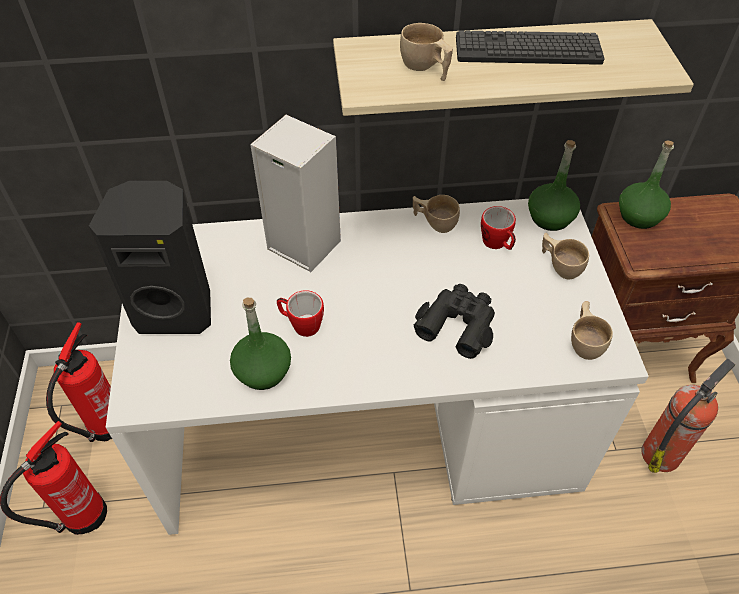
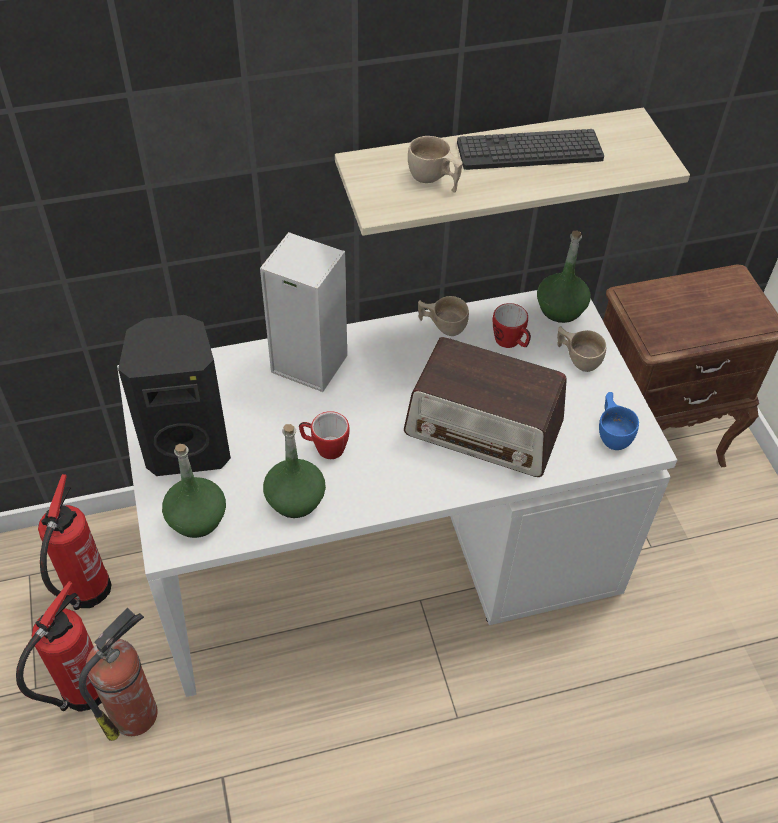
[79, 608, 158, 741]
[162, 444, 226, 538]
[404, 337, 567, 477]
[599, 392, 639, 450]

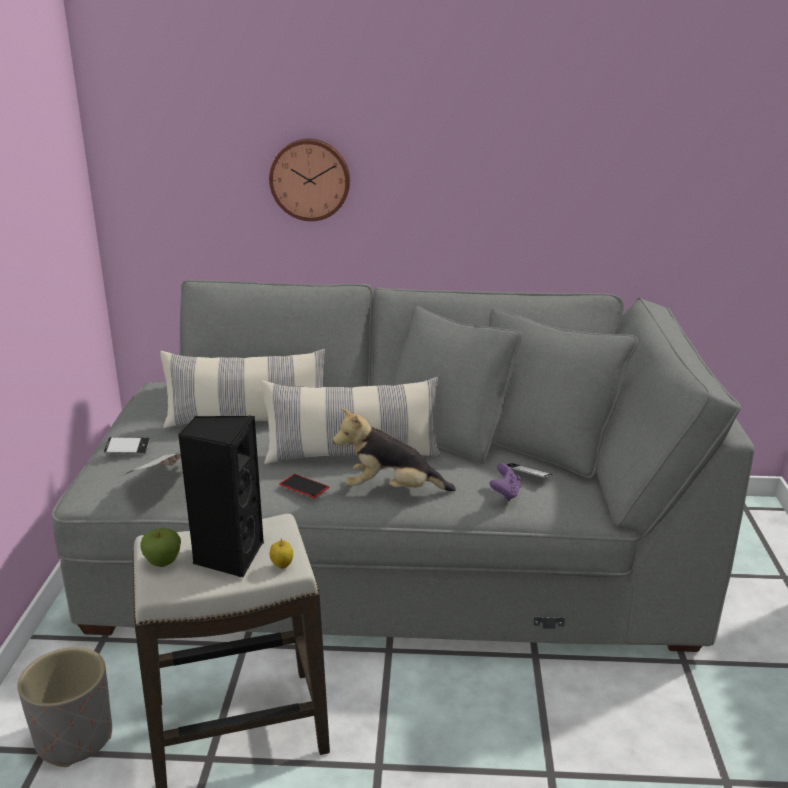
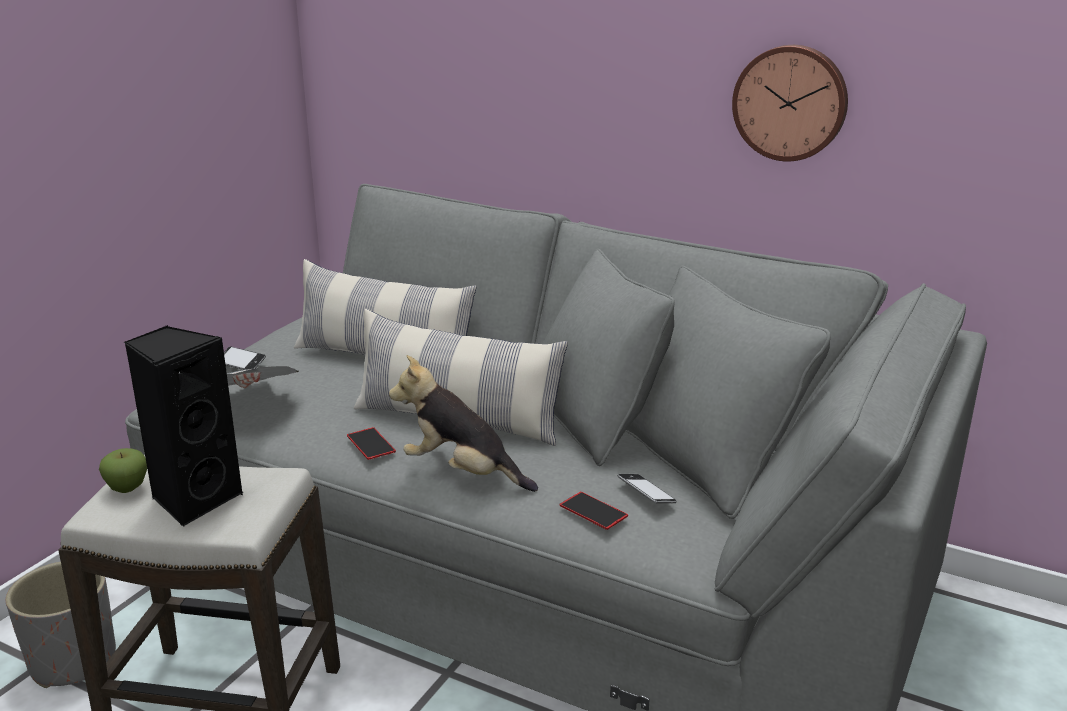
[560, 492, 628, 530]
[732, 45, 848, 162]
[270, 538, 293, 569] (first image)

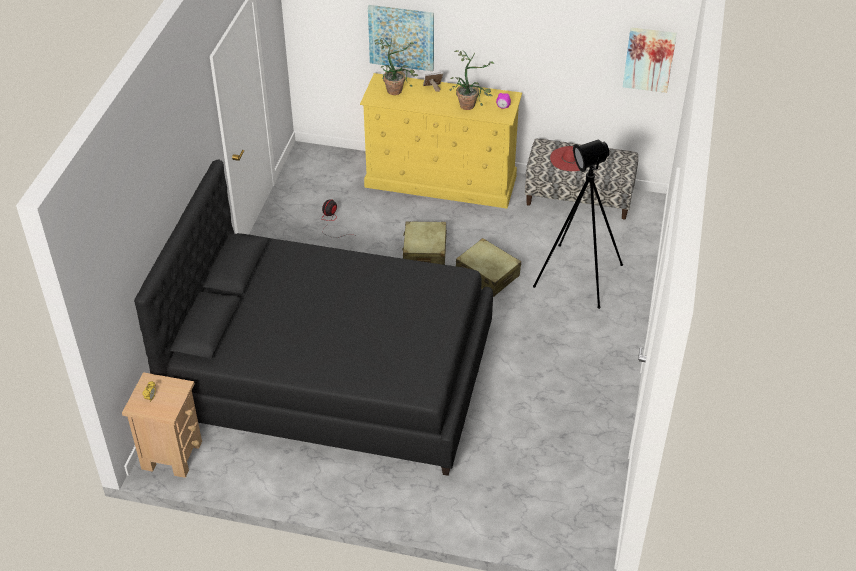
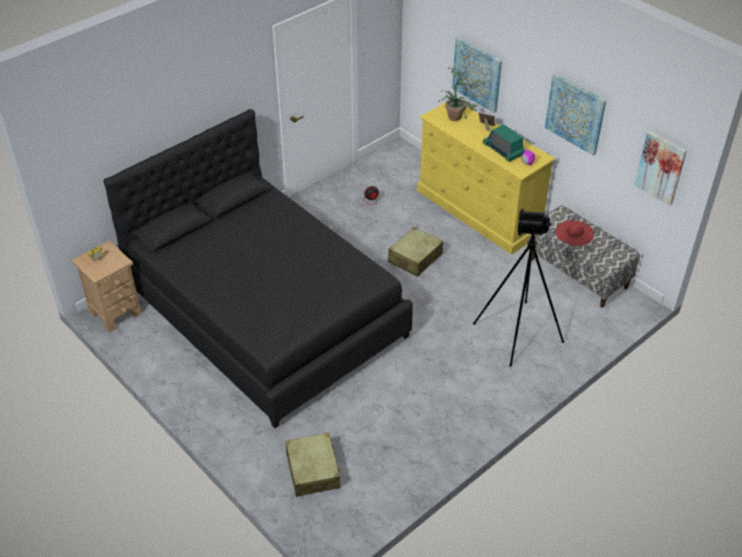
[285, 433, 340, 497]
[483, 124, 525, 162]
[545, 74, 606, 156]

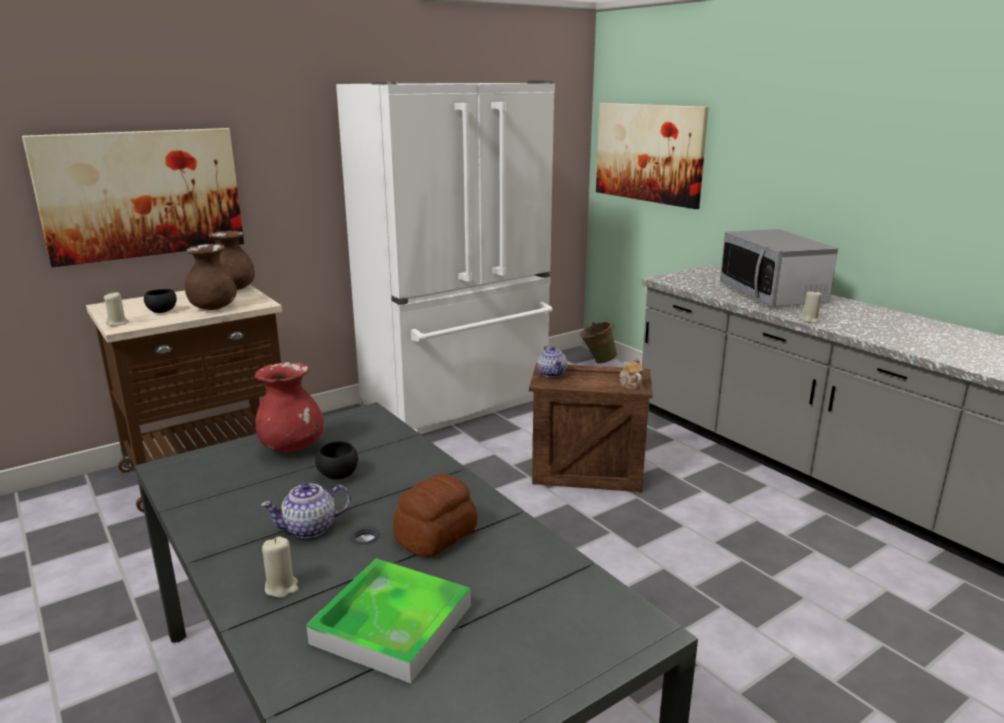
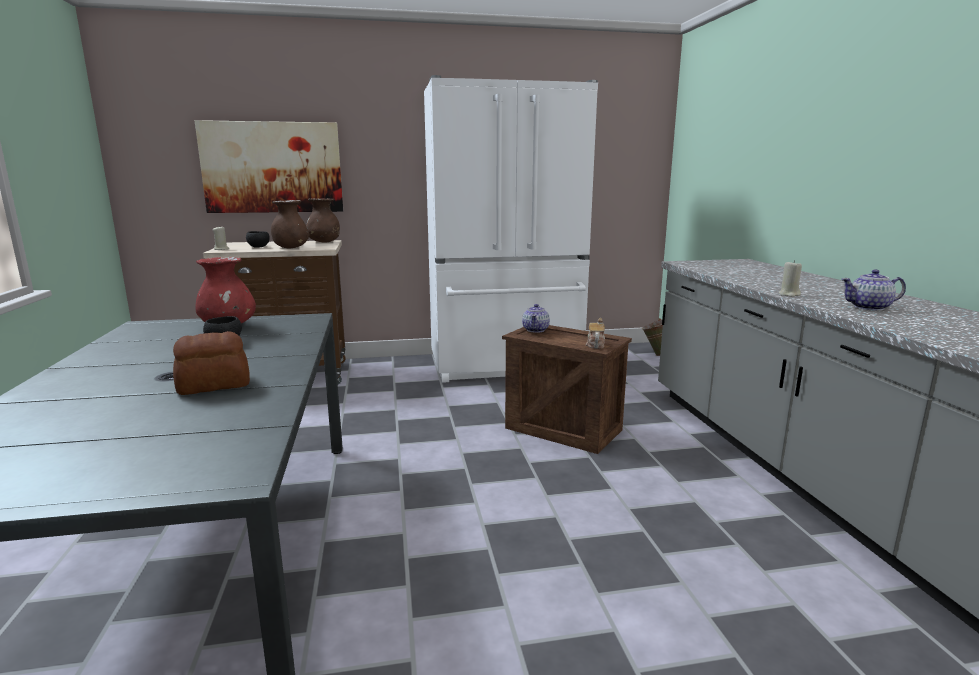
[841, 269, 906, 311]
[262, 536, 299, 598] (first image)
[306, 558, 471, 683] (first image)
[596, 103, 709, 209] (first image)
[720, 229, 838, 307] (first image)

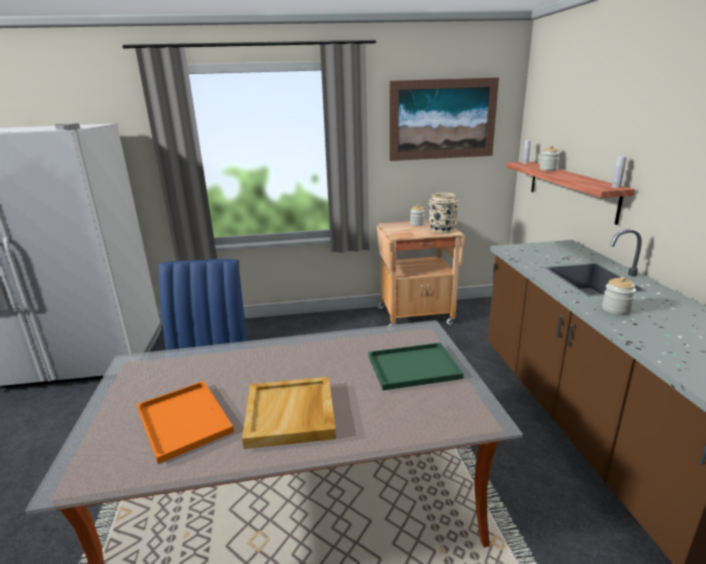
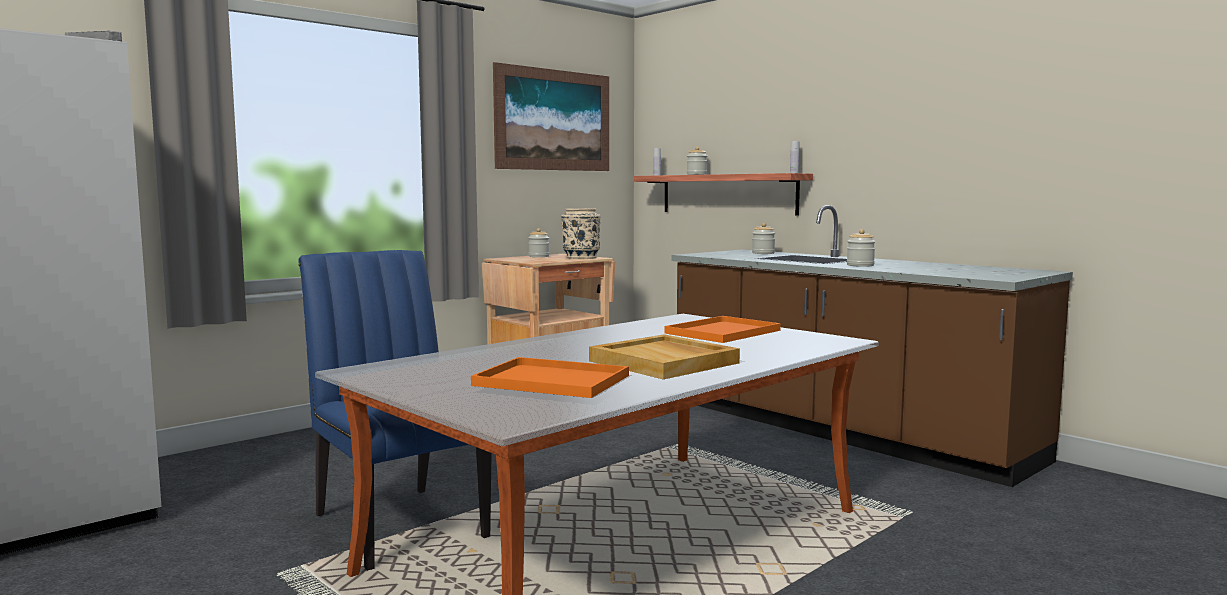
[664, 316, 781, 343]
[752, 223, 775, 254]

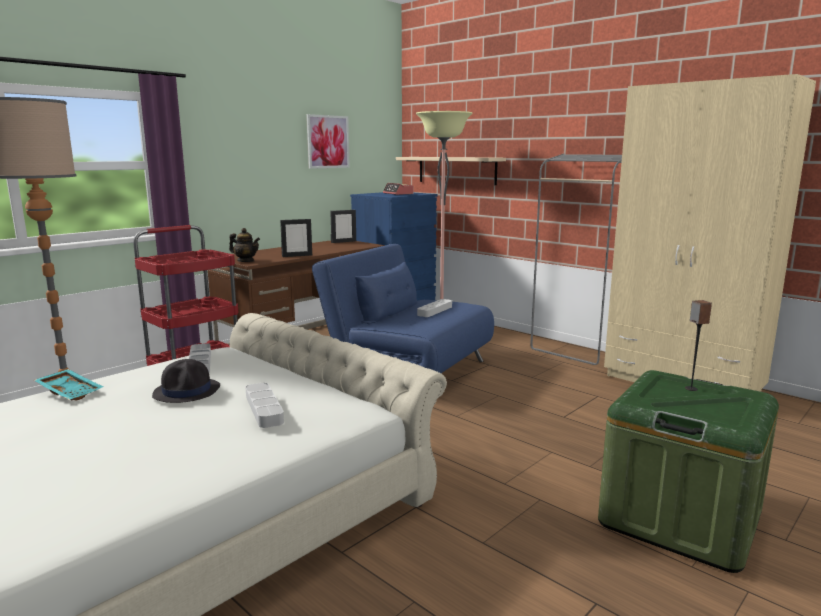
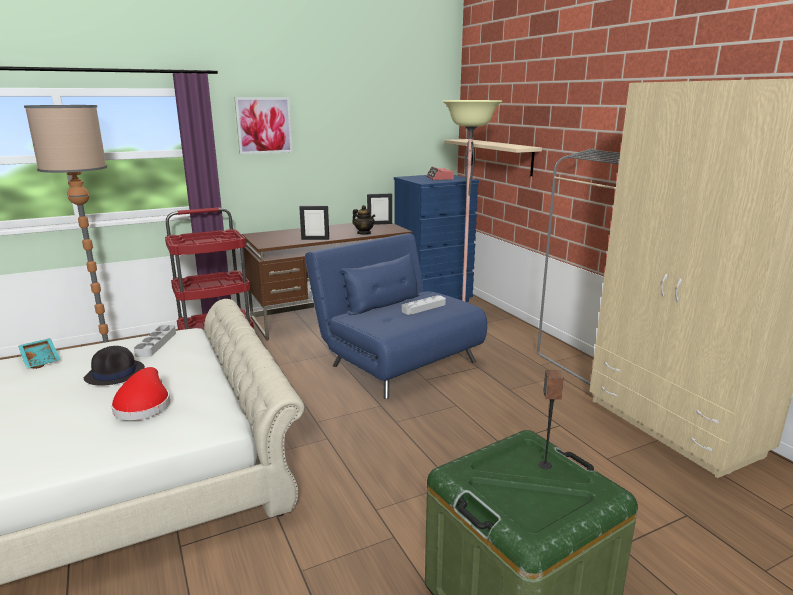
[111, 367, 170, 420]
[234, 97, 293, 154]
[352, 205, 375, 235]

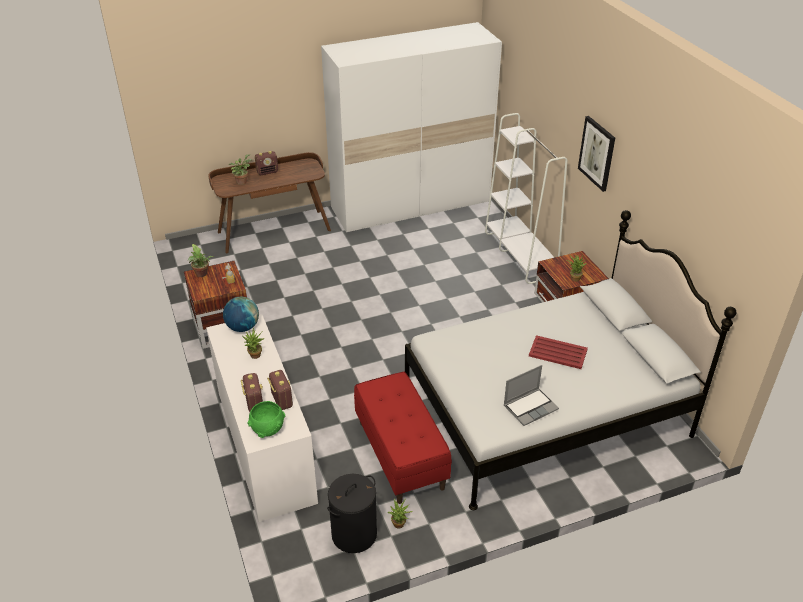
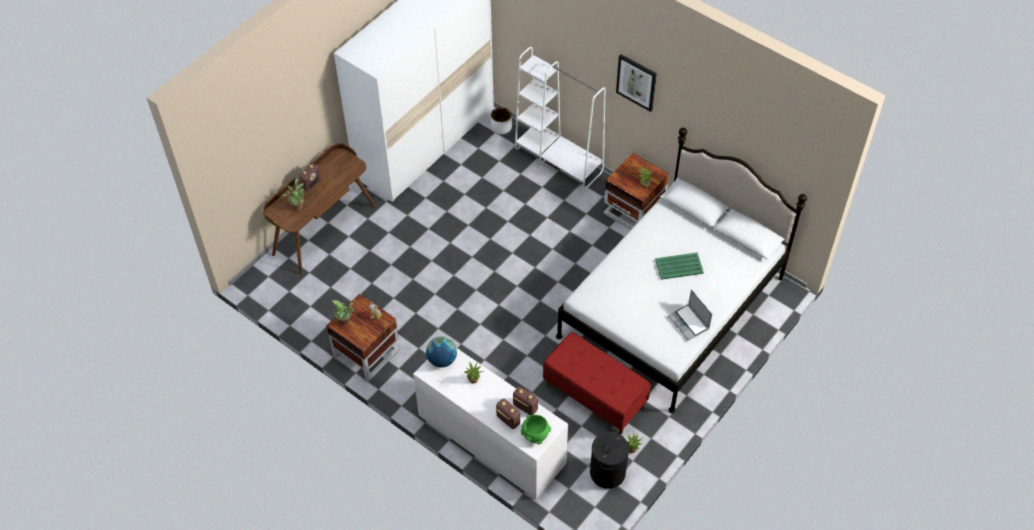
[491, 107, 512, 134]
[655, 252, 704, 280]
[668, 290, 712, 341]

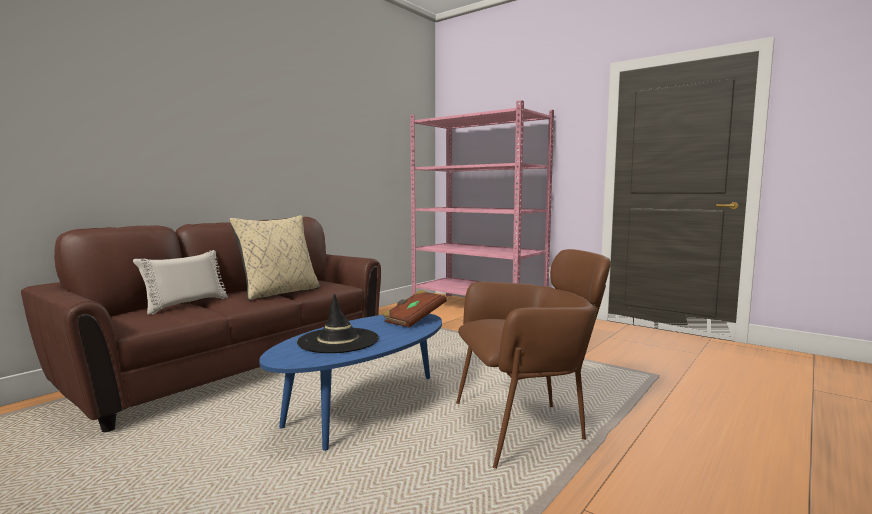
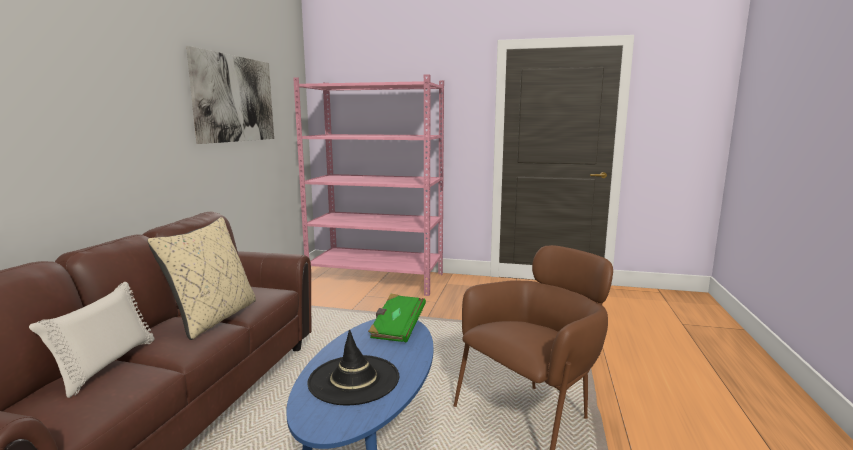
[186, 46, 274, 144]
[368, 294, 426, 343]

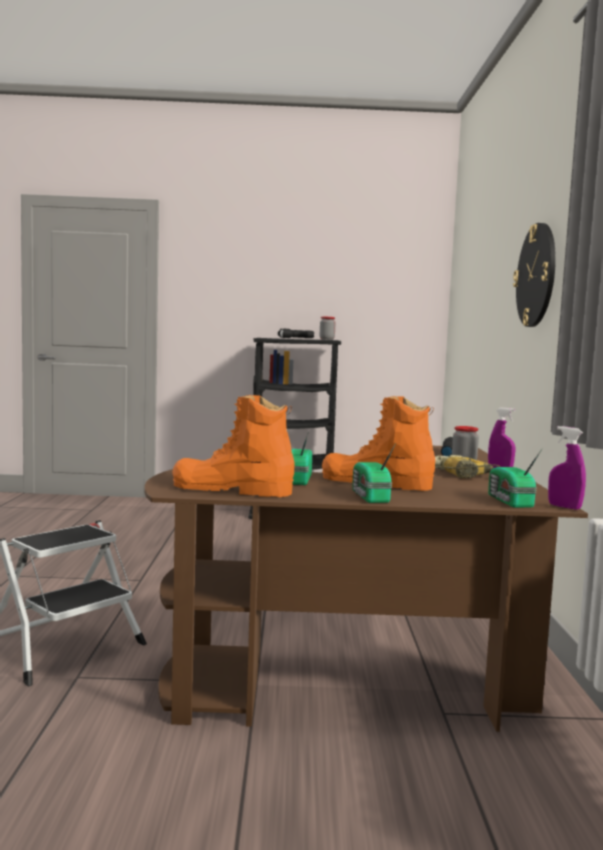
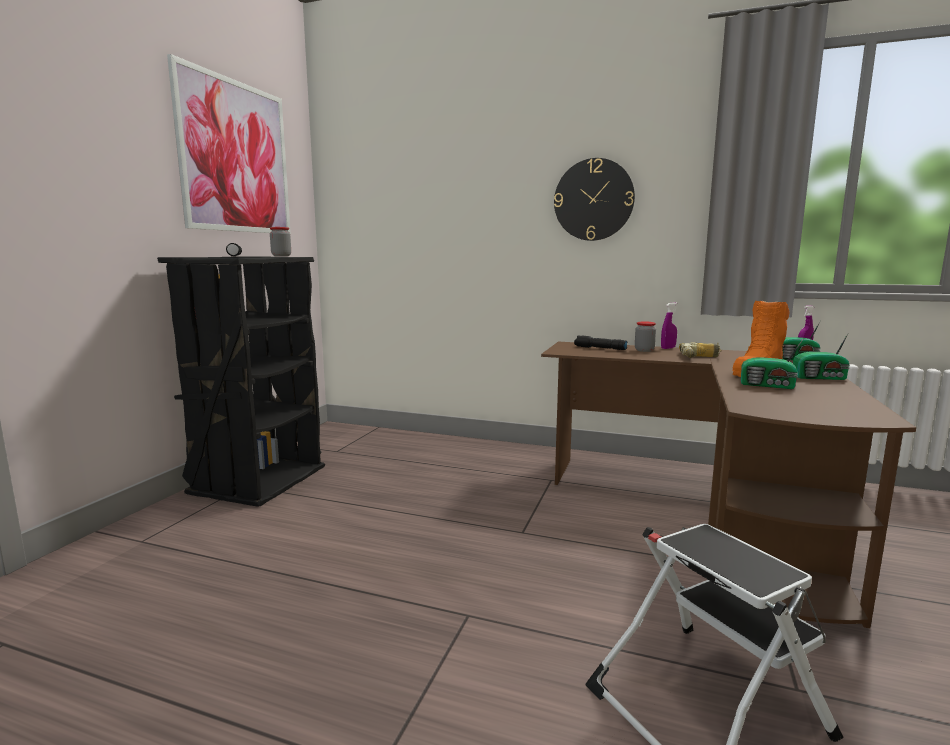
[167, 54, 291, 234]
[172, 395, 294, 497] (first image)

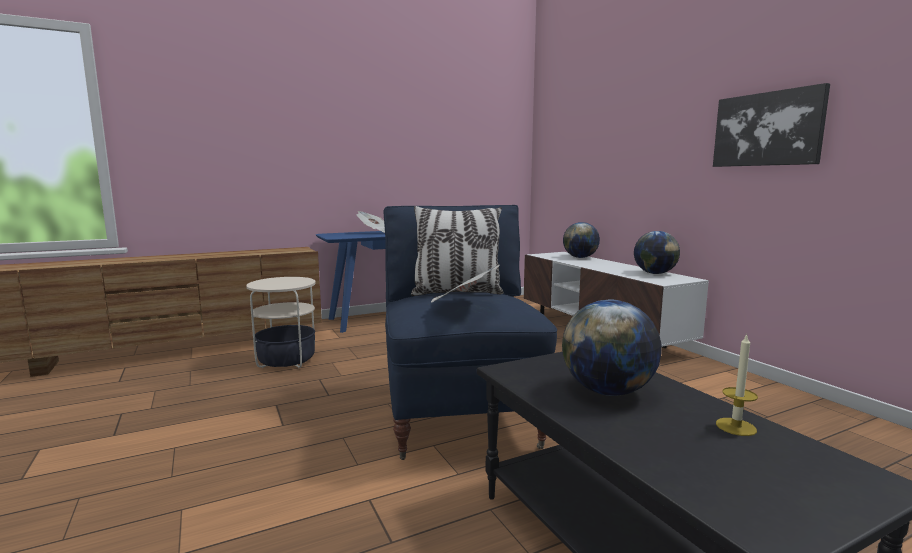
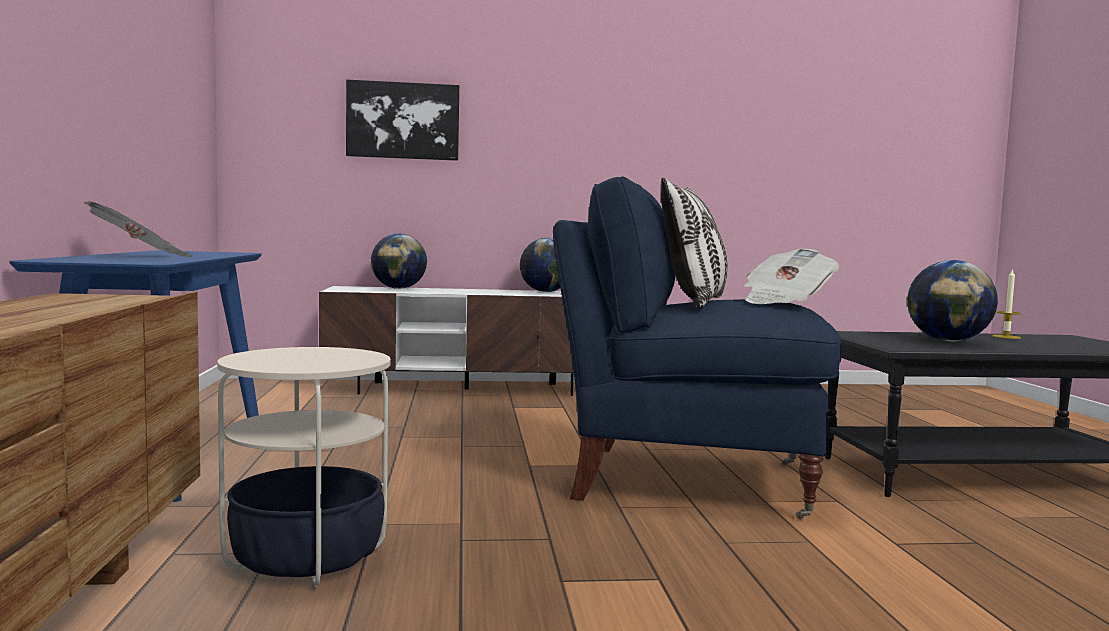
[346, 80, 459, 161]

